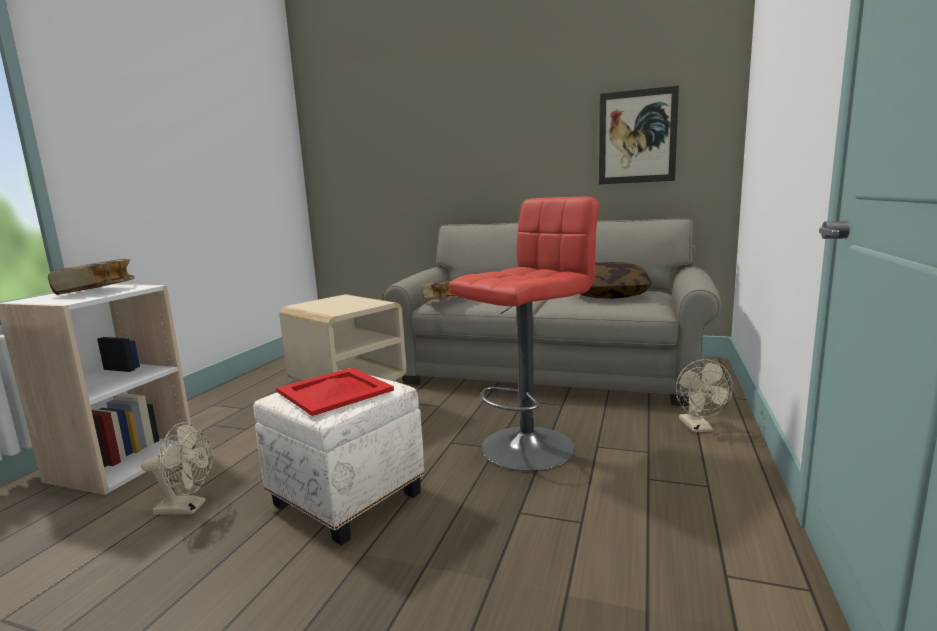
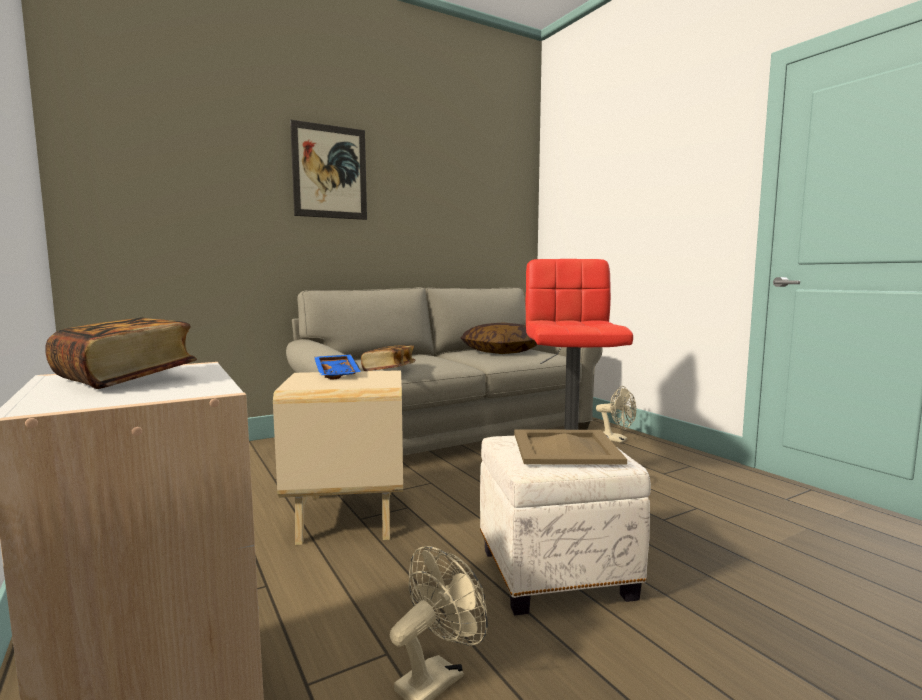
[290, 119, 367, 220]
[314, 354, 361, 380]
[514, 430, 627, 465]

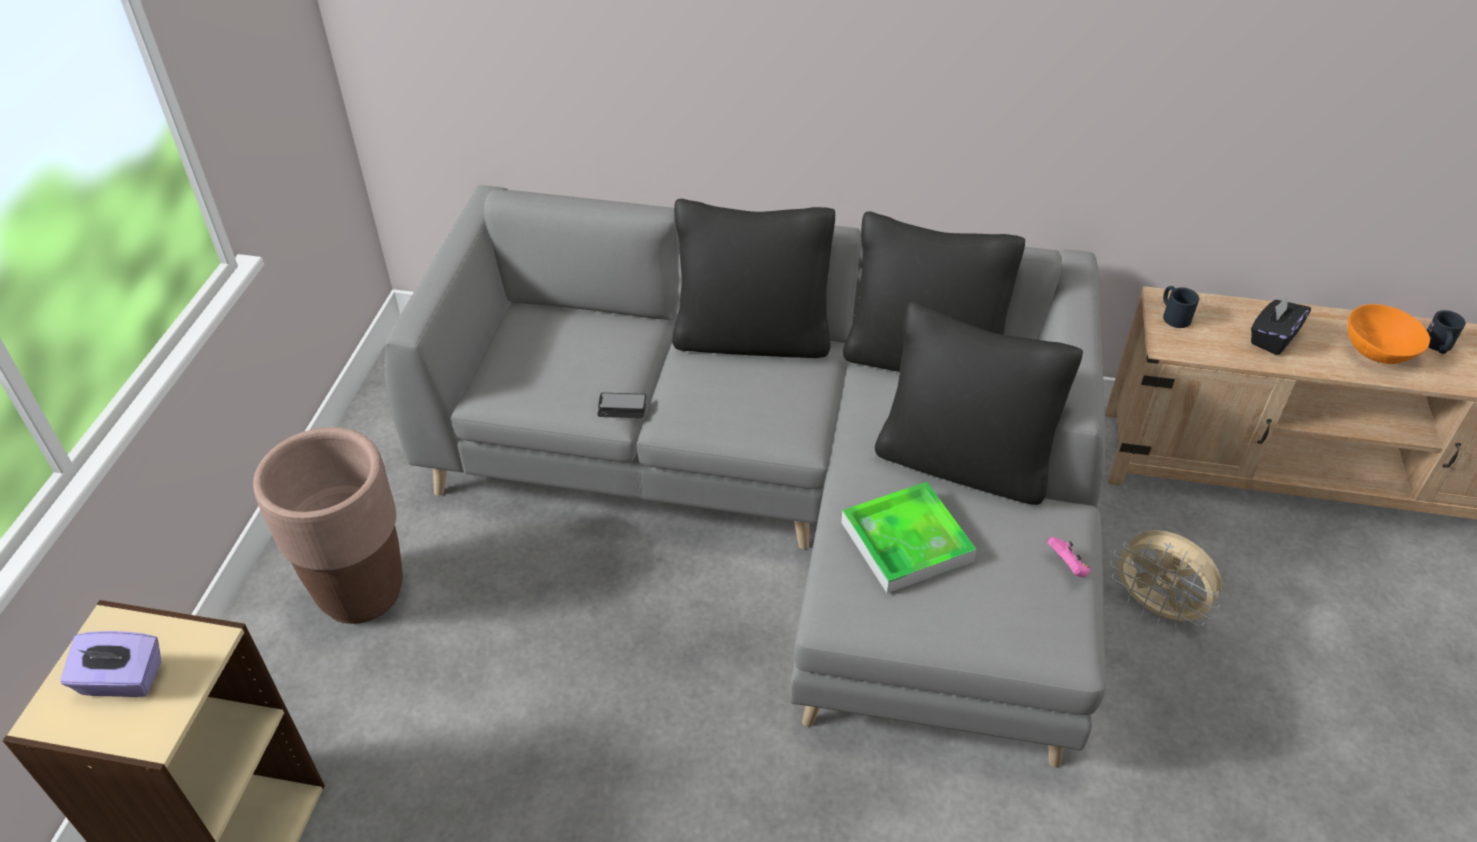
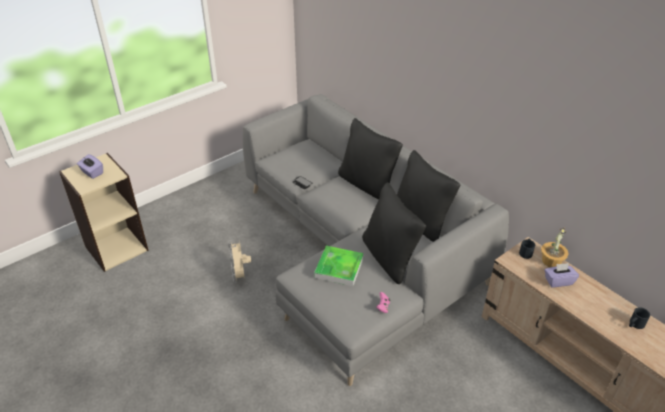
[228, 240, 251, 283]
[541, 228, 568, 267]
[545, 263, 579, 287]
[253, 427, 403, 624] (first image)
[1348, 304, 1430, 364] (first image)

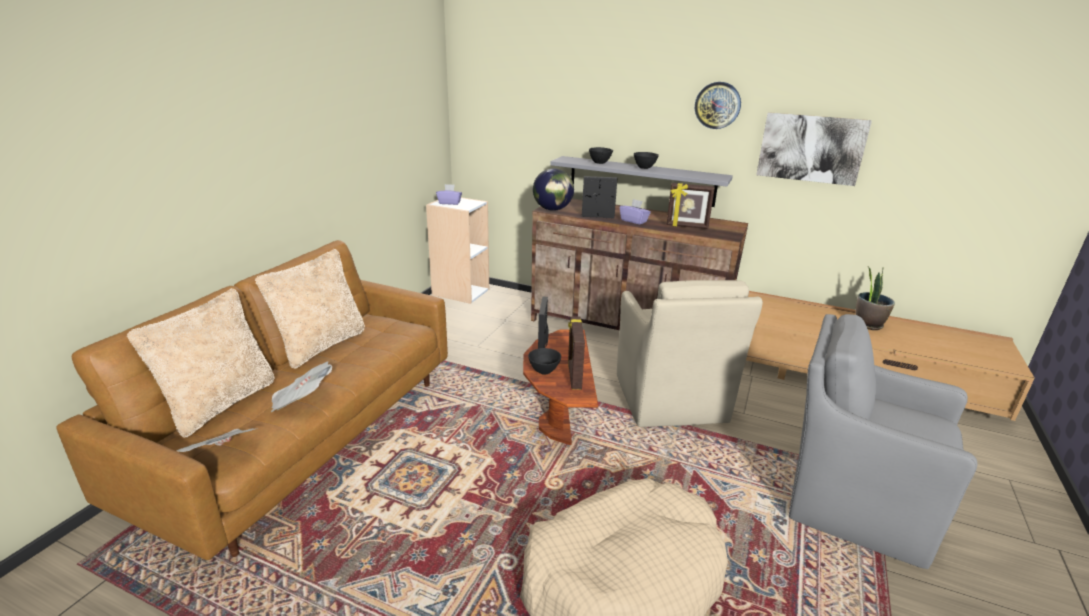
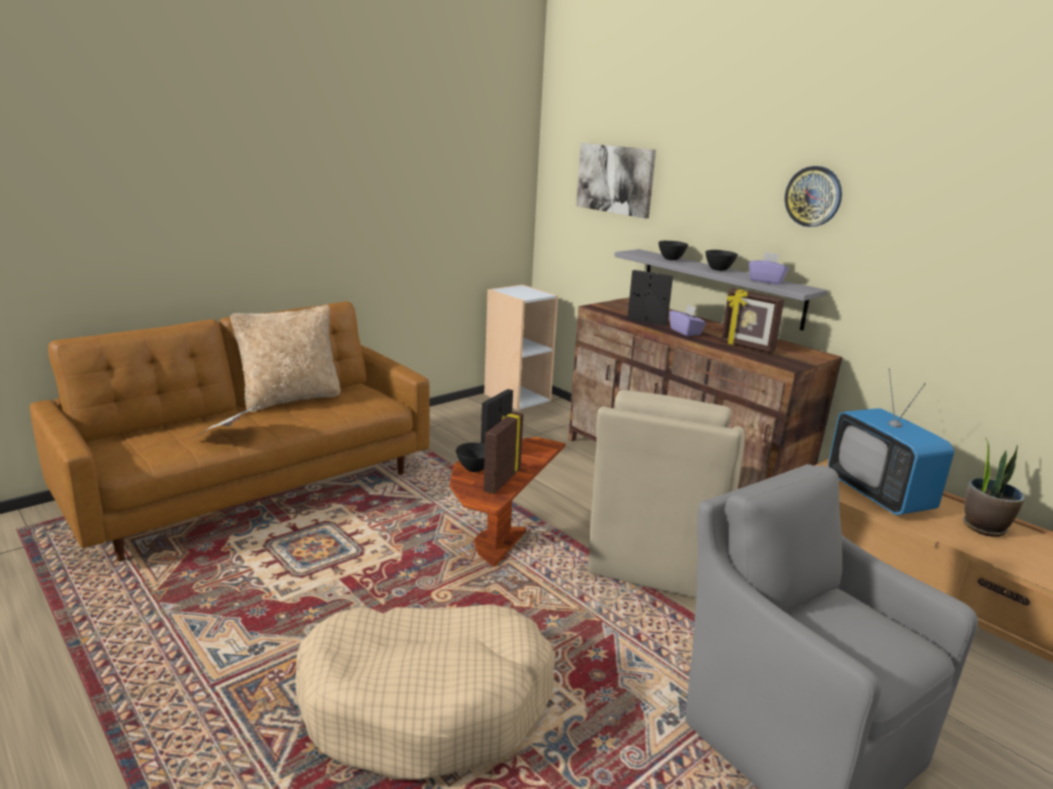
[576, 143, 656, 219]
[749, 252, 789, 284]
[828, 368, 954, 515]
[127, 289, 274, 438] (first image)
[177, 428, 258, 452] (first image)
[533, 168, 574, 211] (first image)

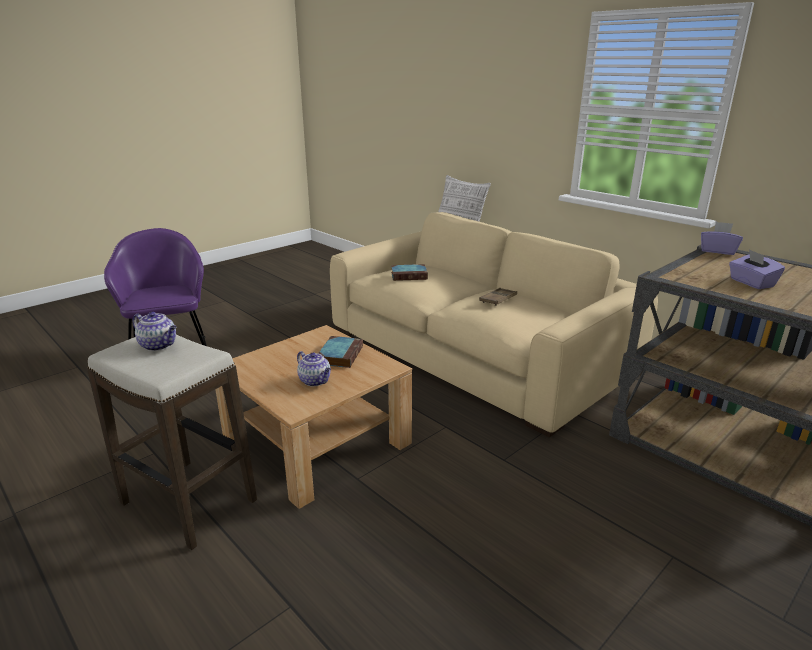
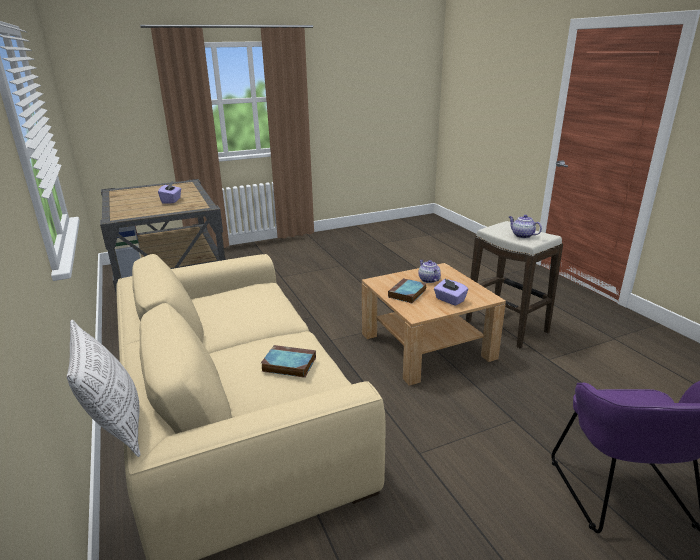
[434, 279, 468, 306]
[479, 288, 517, 306] (first image)

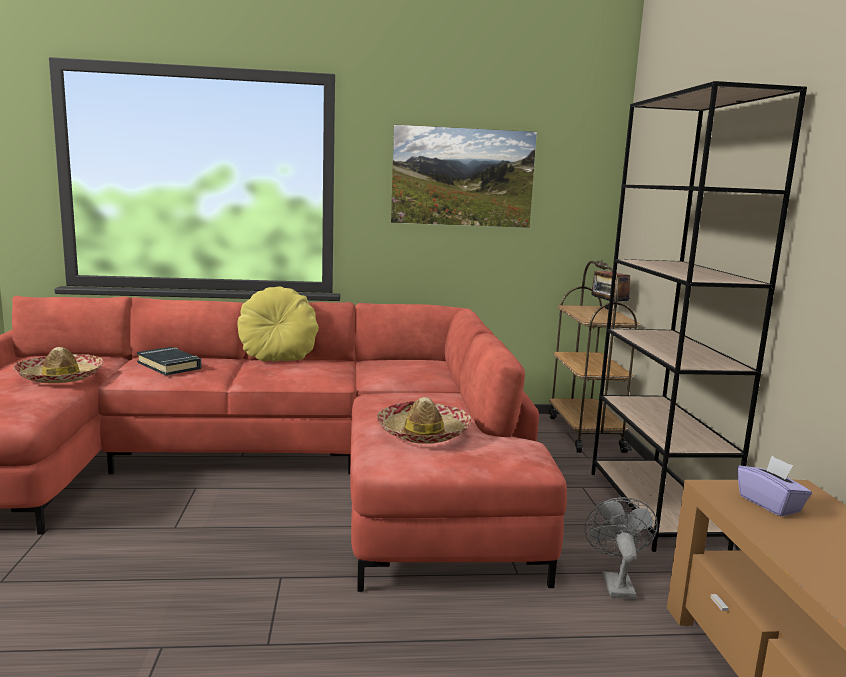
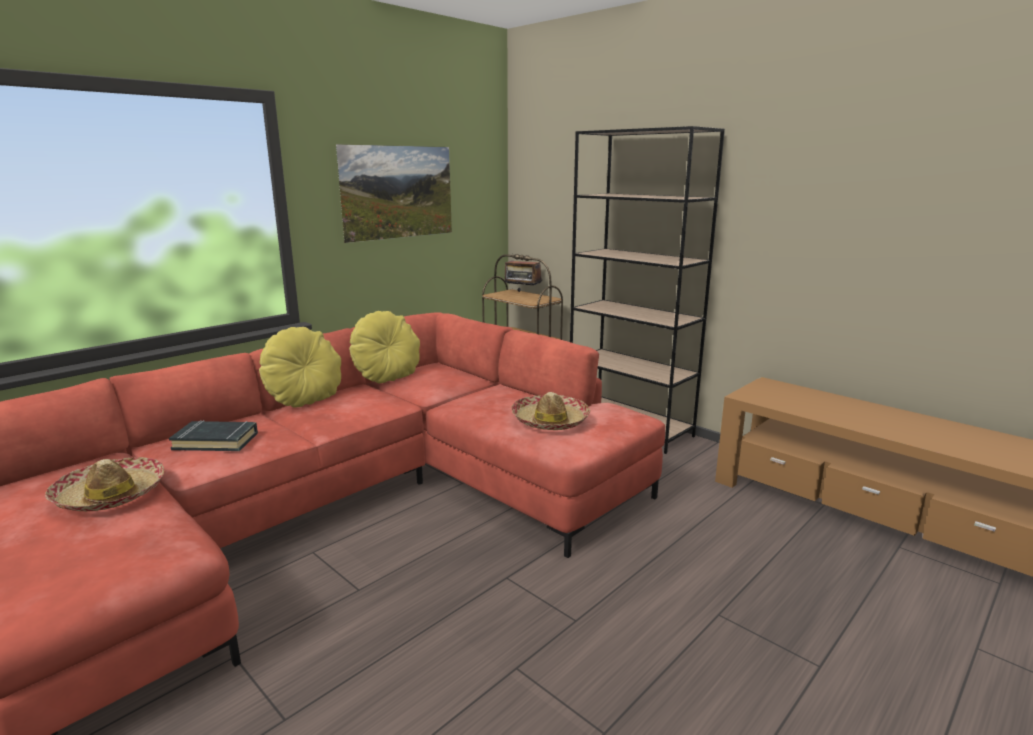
[349, 311, 420, 383]
[584, 497, 658, 599] (first image)
[737, 456, 812, 516] (first image)

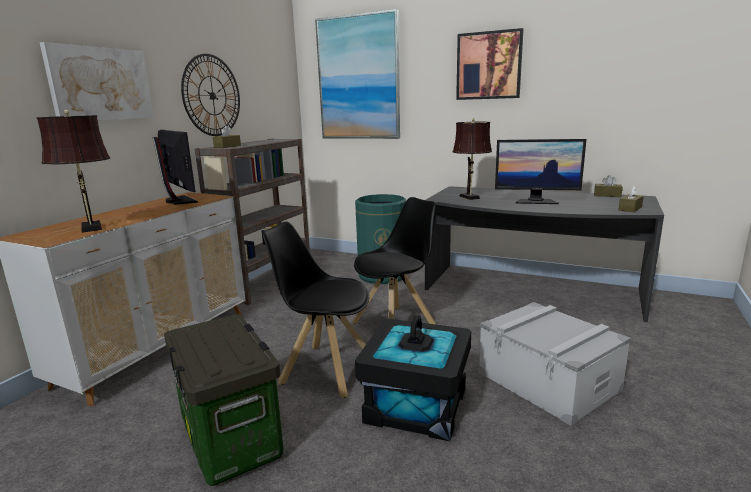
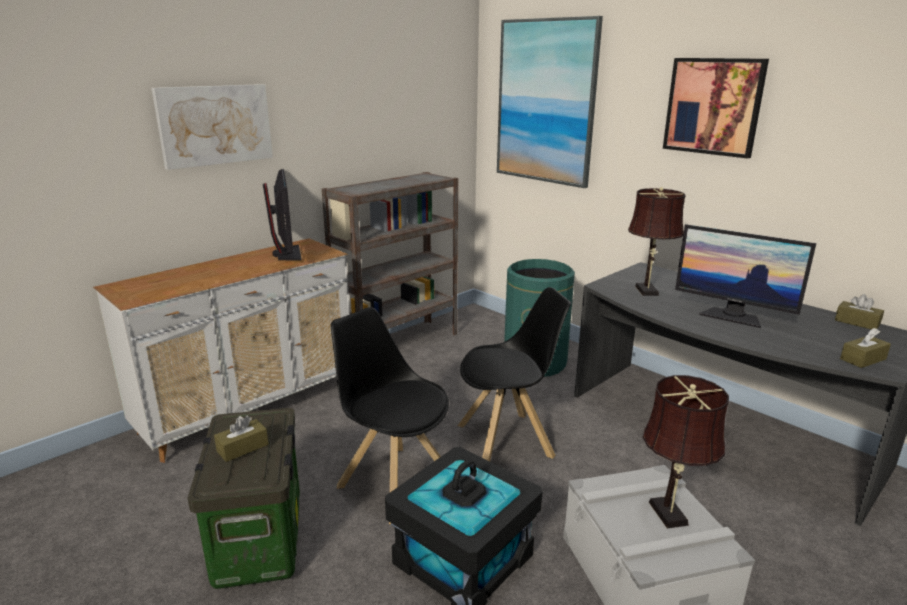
[214, 416, 268, 462]
[643, 375, 729, 528]
[181, 54, 240, 136] (first image)

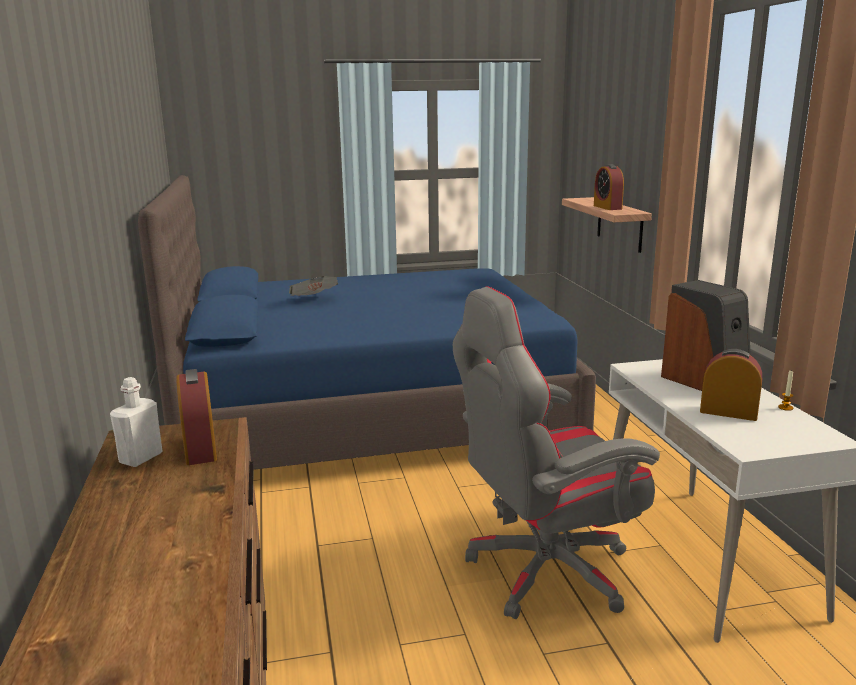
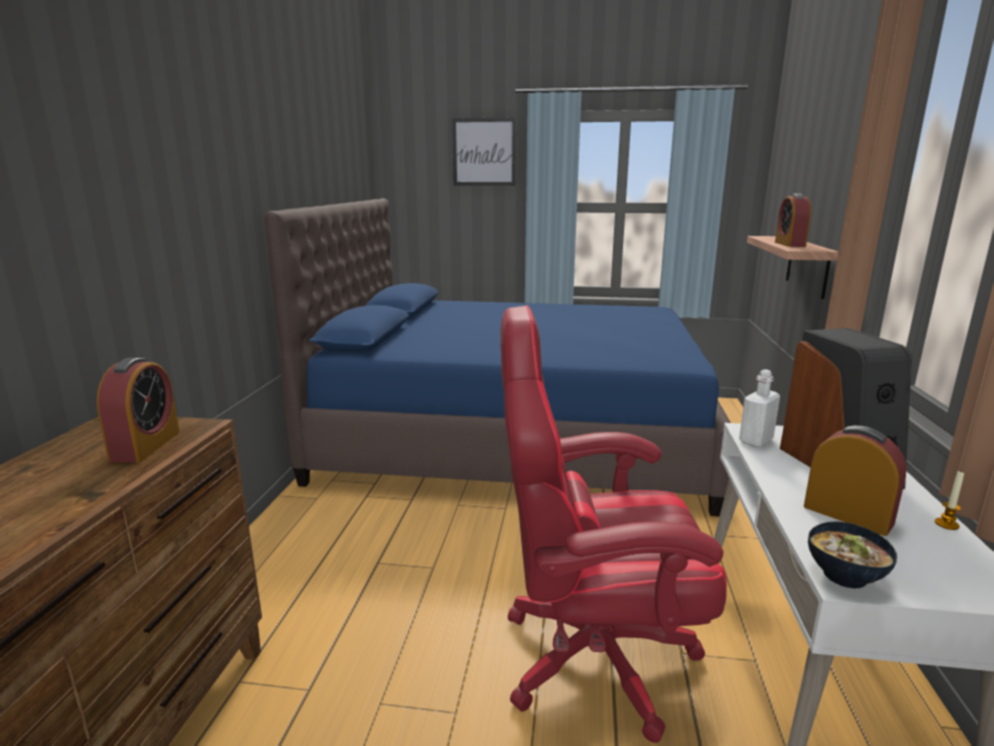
[452, 118, 517, 186]
[500, 305, 727, 743]
[739, 369, 780, 447]
[808, 522, 897, 588]
[289, 276, 338, 296] (first image)

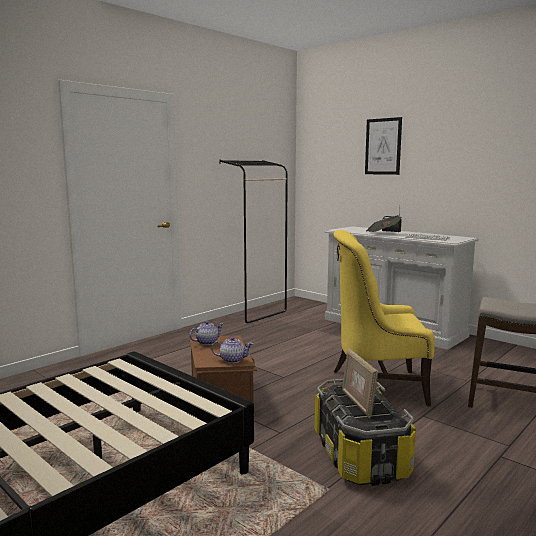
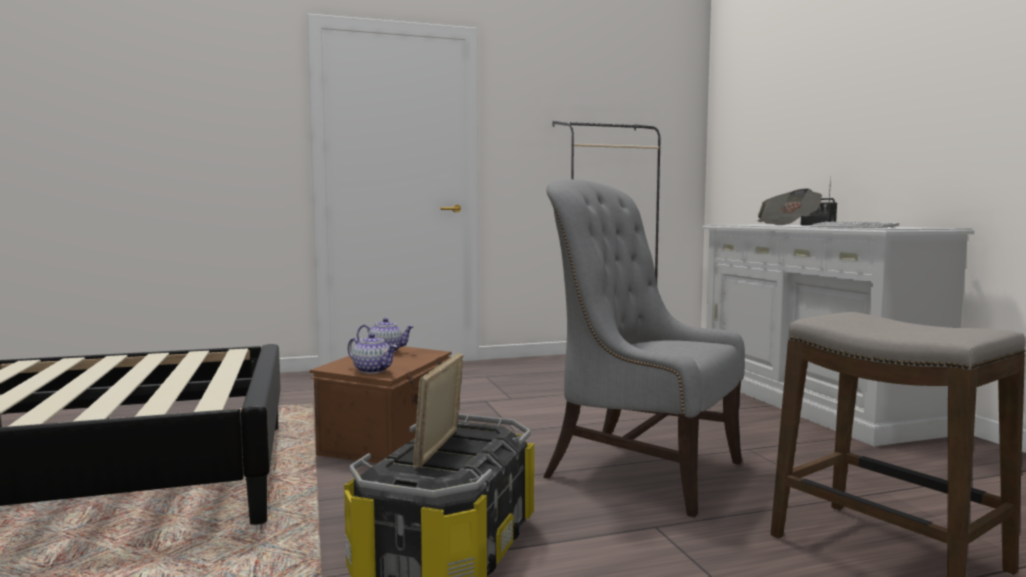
[543, 179, 745, 517]
[365, 117, 402, 175] (first image)

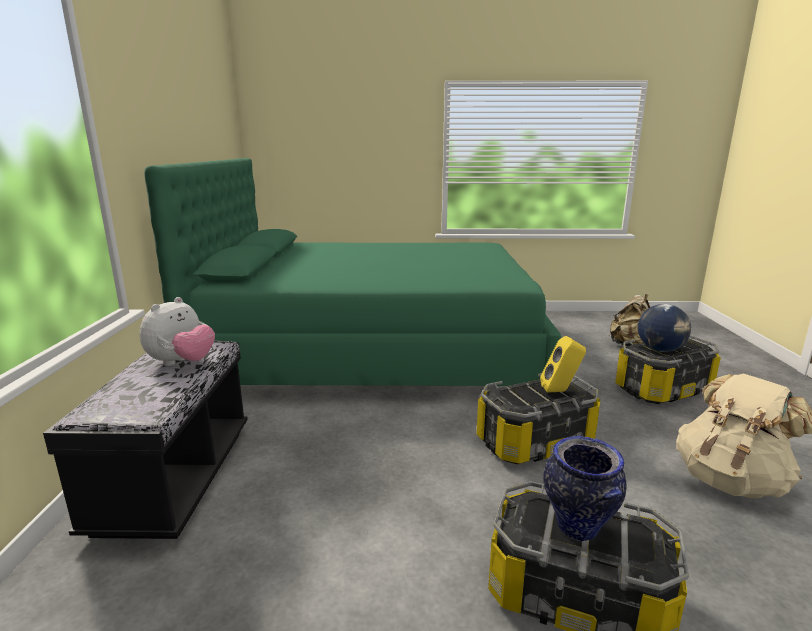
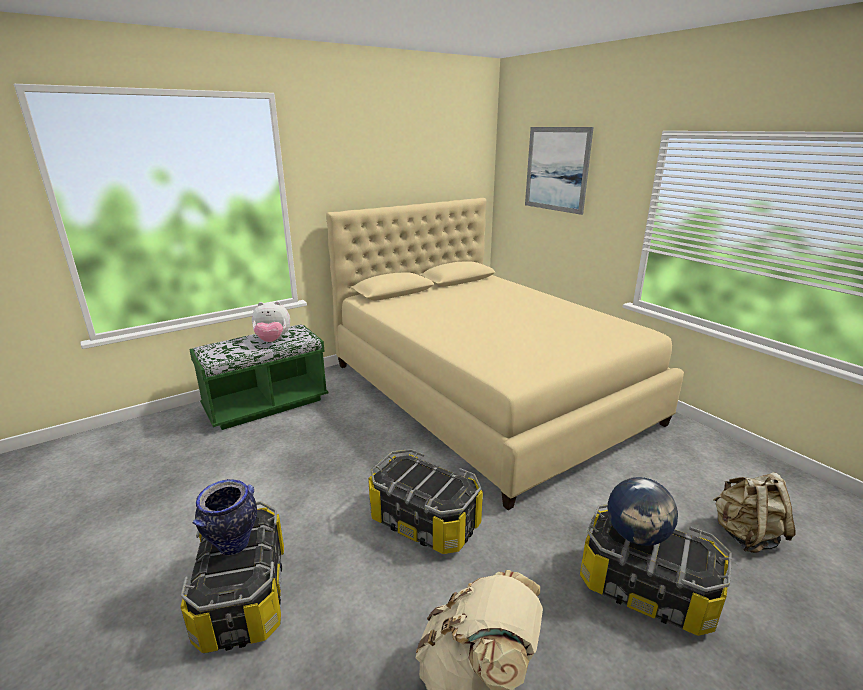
[189, 325, 328, 430]
[326, 198, 684, 510]
[525, 127, 594, 215]
[540, 336, 586, 393] (first image)

